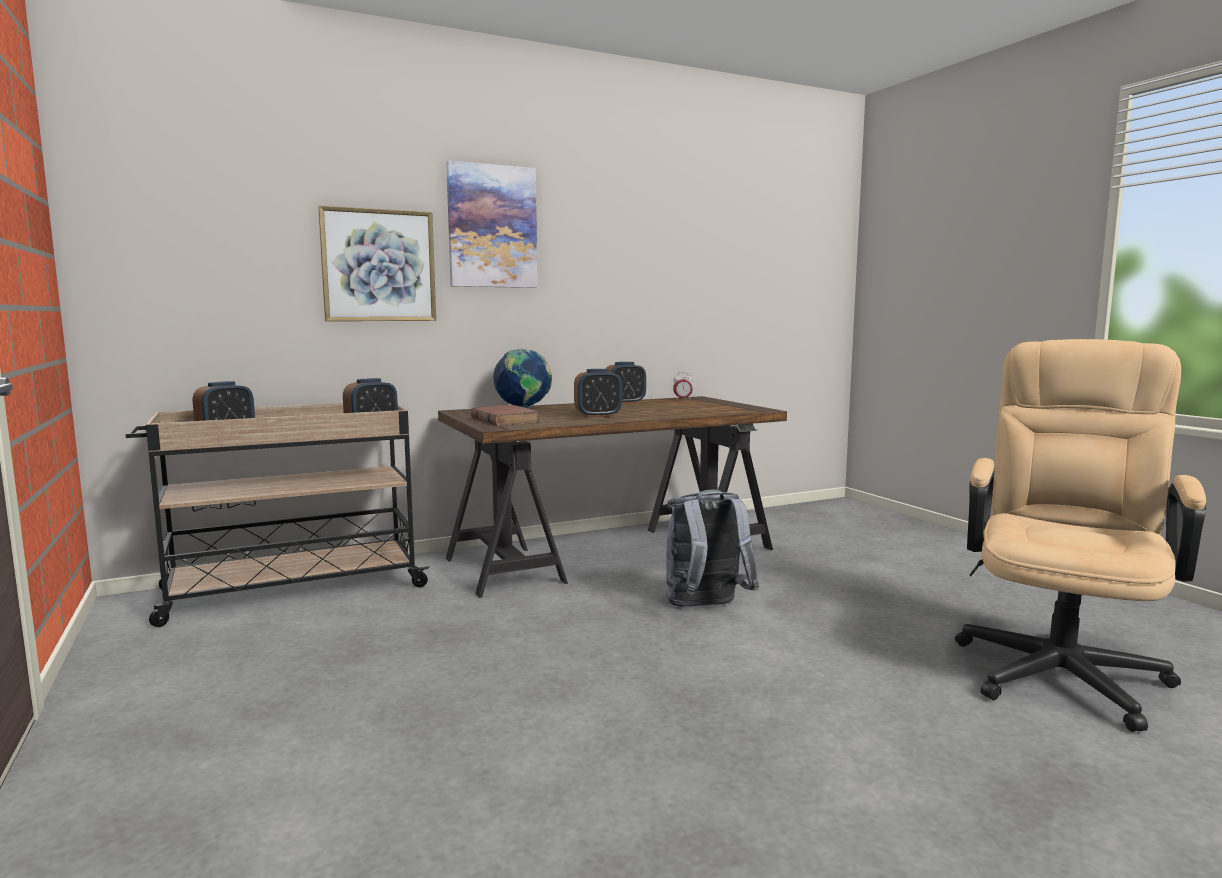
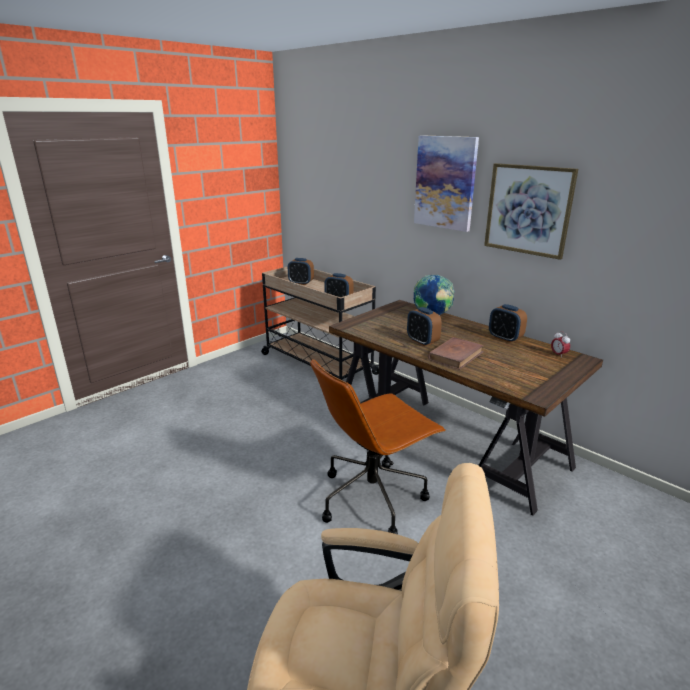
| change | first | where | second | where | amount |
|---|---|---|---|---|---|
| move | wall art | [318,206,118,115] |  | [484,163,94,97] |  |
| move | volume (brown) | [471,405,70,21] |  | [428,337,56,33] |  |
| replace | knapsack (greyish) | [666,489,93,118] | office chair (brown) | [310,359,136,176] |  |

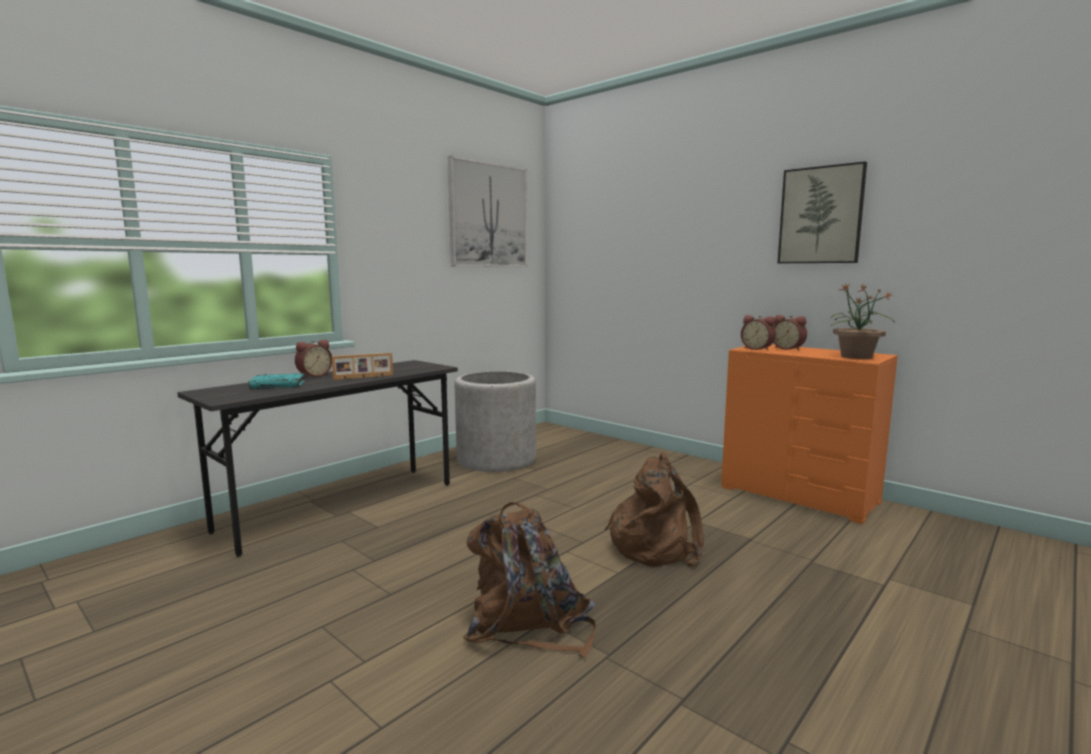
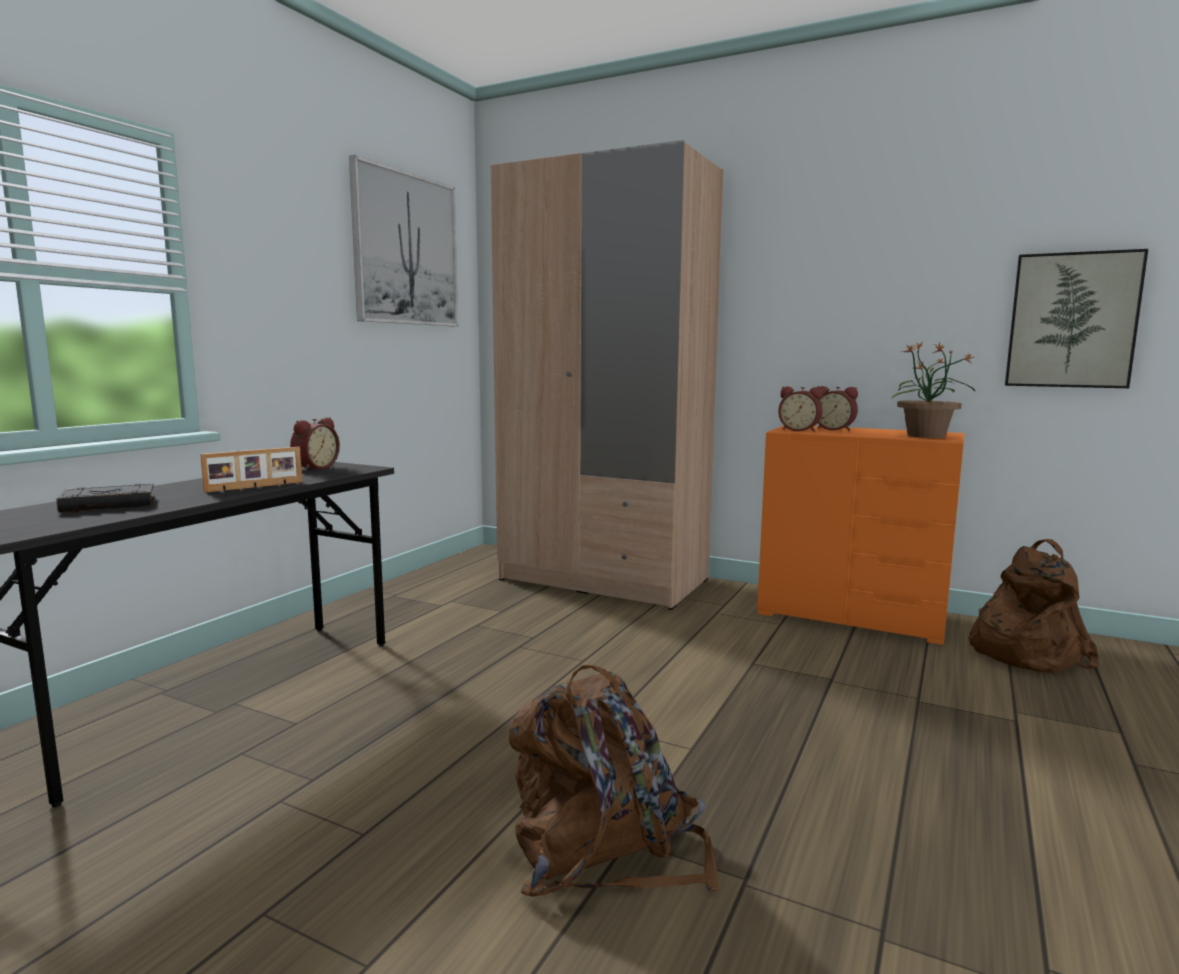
| change | first | where | second | where | amount |
|---|---|---|---|---|---|
| delete | flower pot (greyish) | [455,371,81,101] |  |  |  |
| insert |  |  | clothes cupboard (beige) | [491,140,233,470] |  |
| move | bedside clock | [295,339,37,39] |  | [290,417,50,54] |  |
| move | knapsack (brown) | [604,452,100,115] |  | [968,539,131,135] |  |
| move | wall art | [778,161,89,102] |  | [1005,249,143,139] |  |
| recolor | volume (turquoise-coloured) | [249,373,56,16] | volume (blackish) | [56,483,99,30] |  |

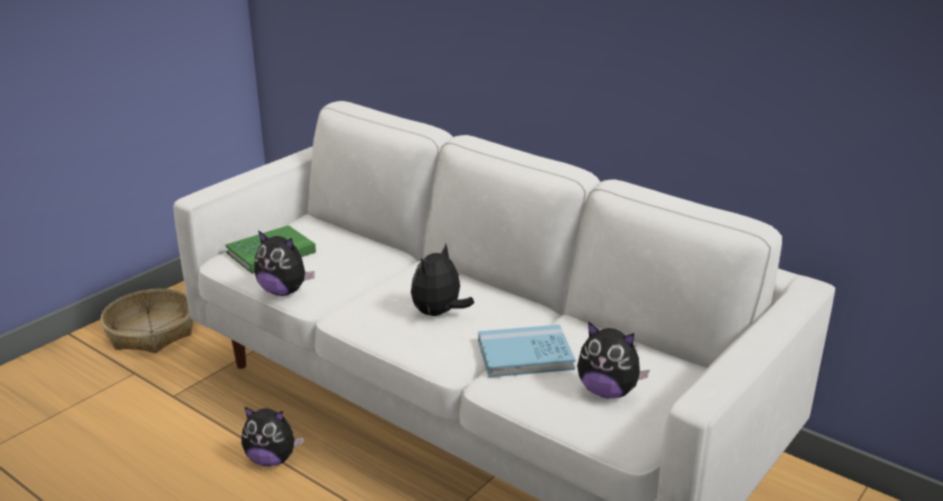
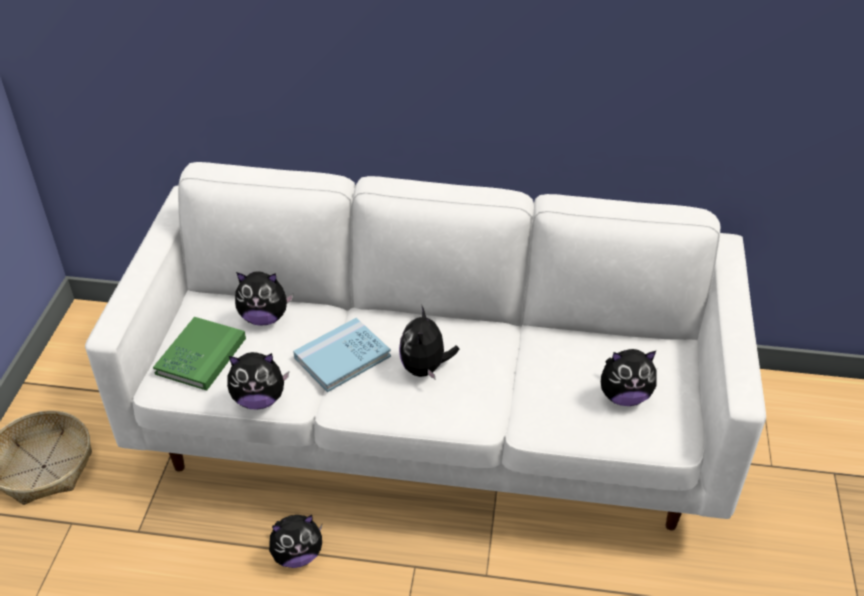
| change | first | where | second | where | amount |
|---|---|---|---|---|---|
| insert |  |  | cuddly toy | [235,271,58,55] |  |
| move | volume (bluish) | [478,325,98,52] |  | [293,318,98,74] |  |

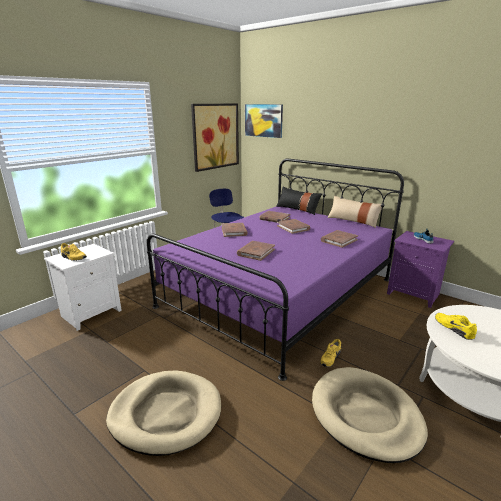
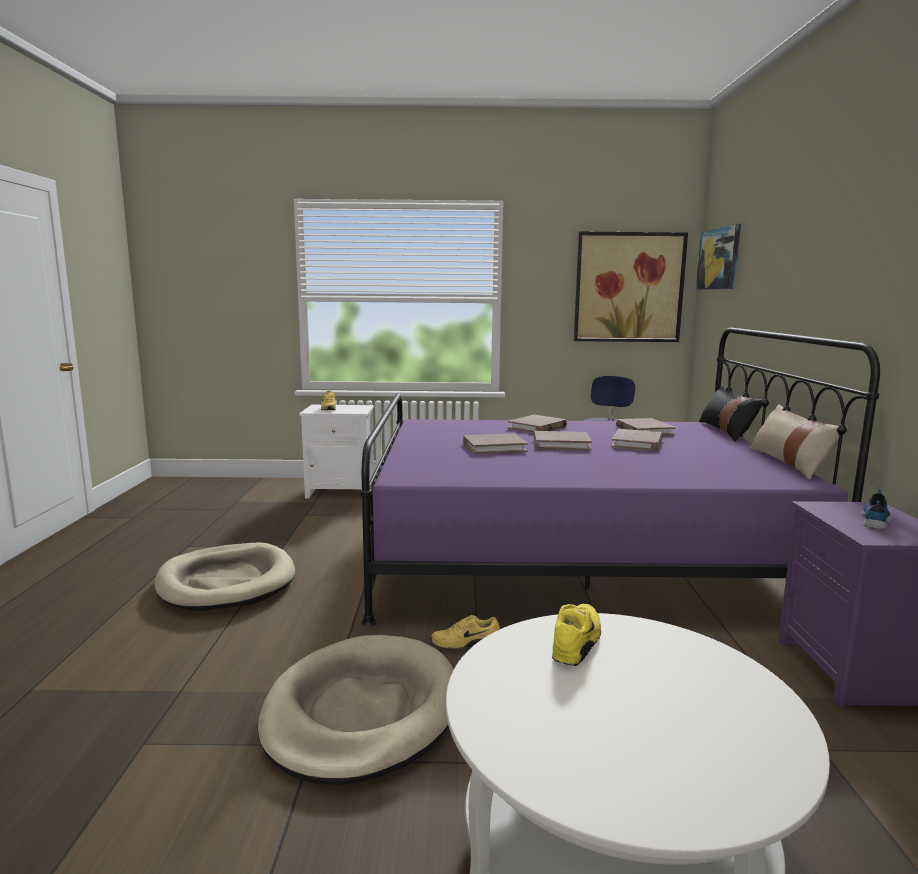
| change | first | where | second | where | amount |
|---|---|---|---|---|---|
| move | volume (brown) | [321,230,37,18] |  | [534,431,58,19] |  |

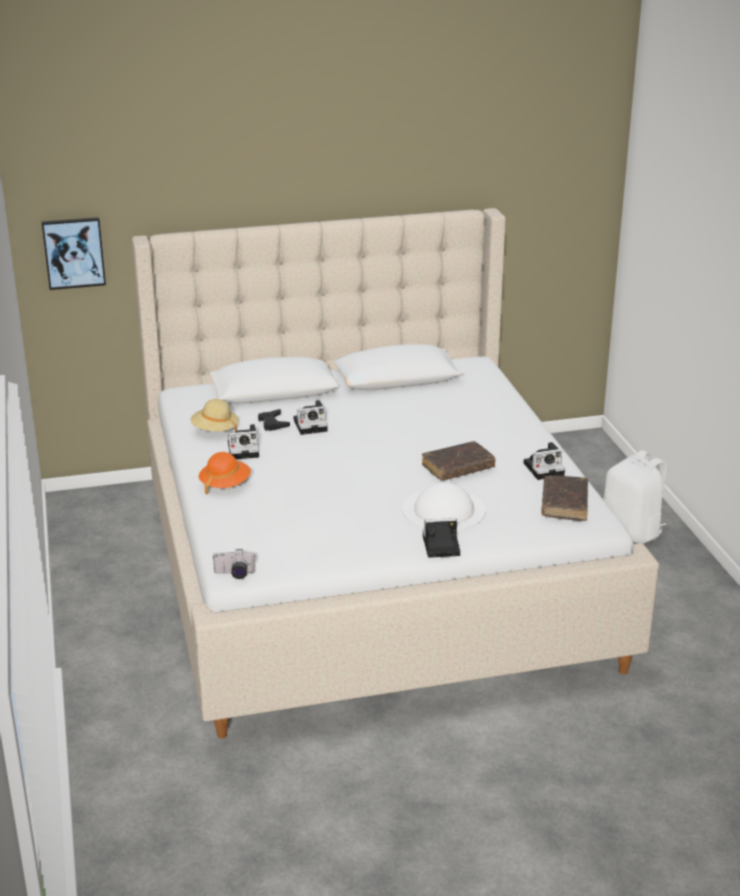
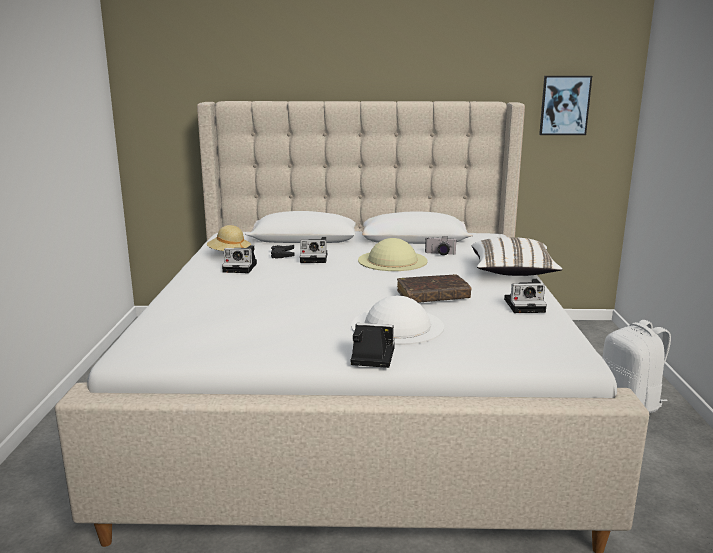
| change | first | where | second | where | amount |
|---|---|---|---|---|---|
| delete | clothing hat (orange) | [199,452,52,43] |  |  |  |
| delete | volume (brown) | [541,475,47,46] |  |  |  |
| insert |  |  | clothing hat (beige) | [358,238,70,33] |  |
| insert |  |  | throw pillow (white-coloured) | [472,237,90,39] |  |
| move | wall art | [42,217,64,73] |  | [539,76,53,59] |  |
| move | still camera | [212,549,44,30] |  | [425,236,32,19] |  |

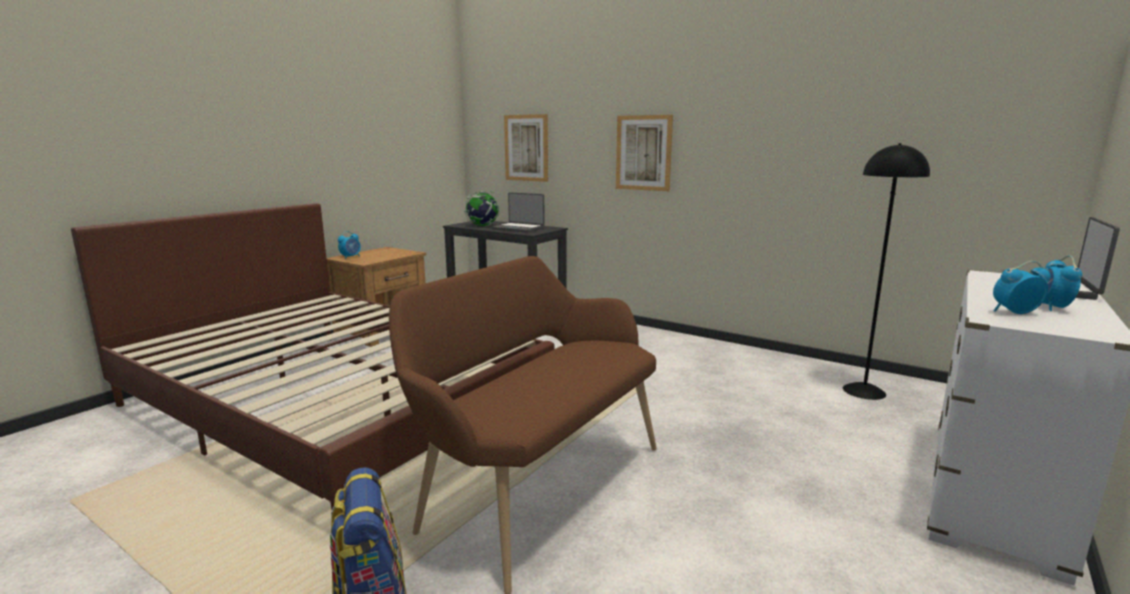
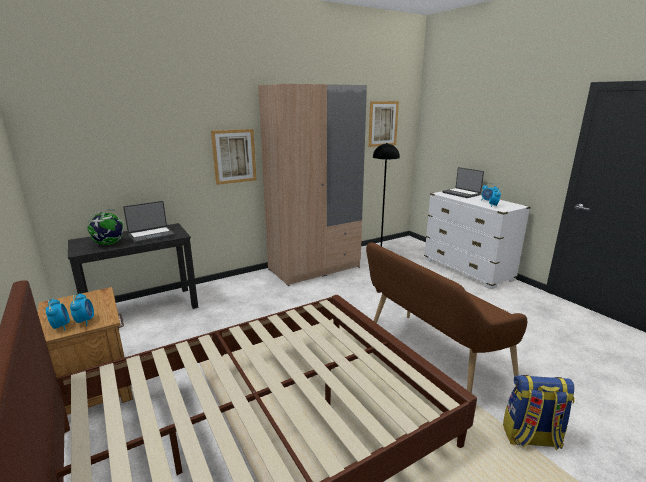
| change | first | where | second | where | amount |
|---|---|---|---|---|---|
| insert |  |  | bedside clock | [70,293,24,33] |  |
| insert |  |  | clothes cupboard (beige) | [258,84,109,202] |  |
| move | wall art | [504,114,44,68] |  | [368,101,31,46] |  |

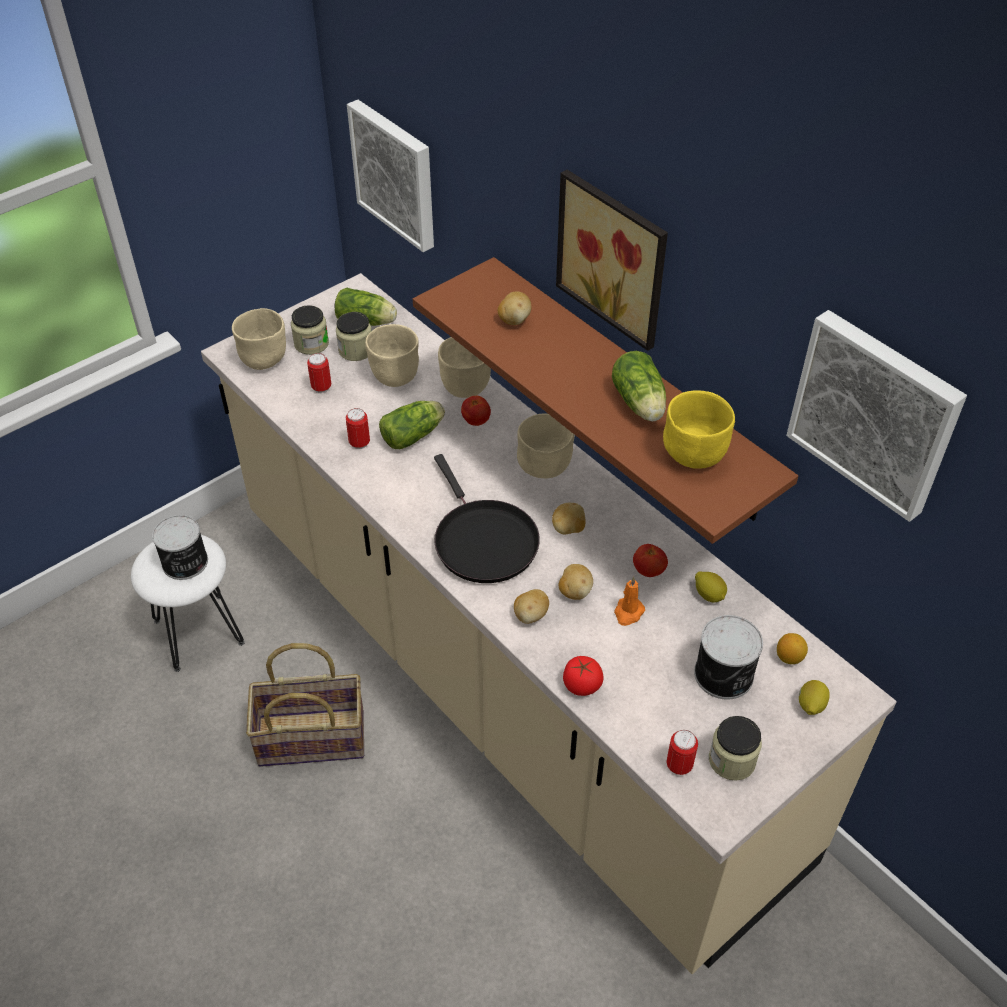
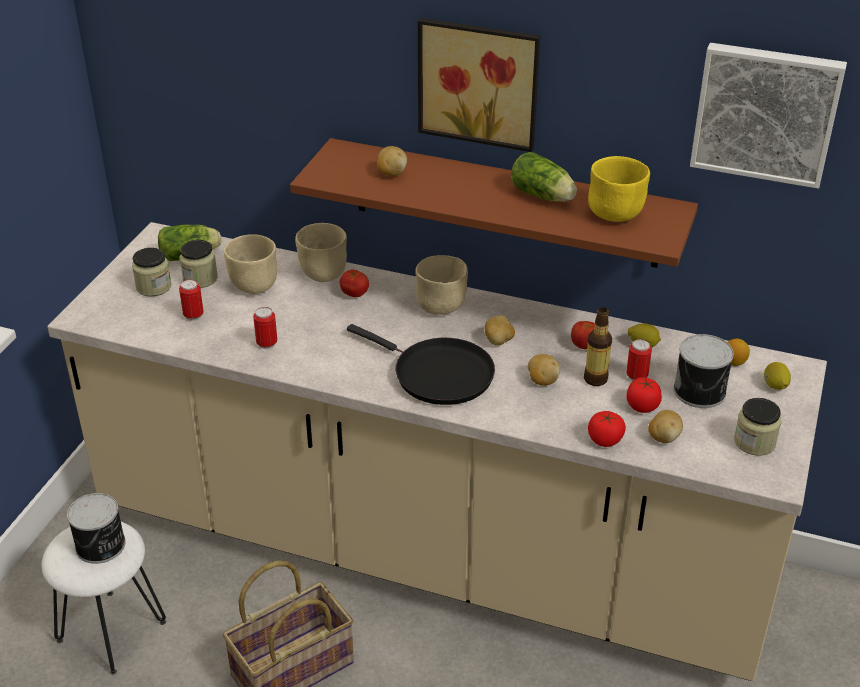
| change | first | where | second | where | amount |
|---|---|---|---|---|---|
| delete | serving bowl (beige) | [232,308,54,62] |  |  |  |
| delete | wall art | [347,100,87,152] |  |  |  |
| delete | head of lettuce | [379,401,66,48] |  |  |  |
| insert |  |  | whole tomato | [626,377,36,36] |  |
| move | potato | [514,589,35,35] |  | [648,410,35,33] |  |
| move | sealed can | [666,730,32,45] |  | [626,339,26,42] |  |
| replace | candle (orange) | [614,576,31,50] | bottle | [584,307,28,79] |  |

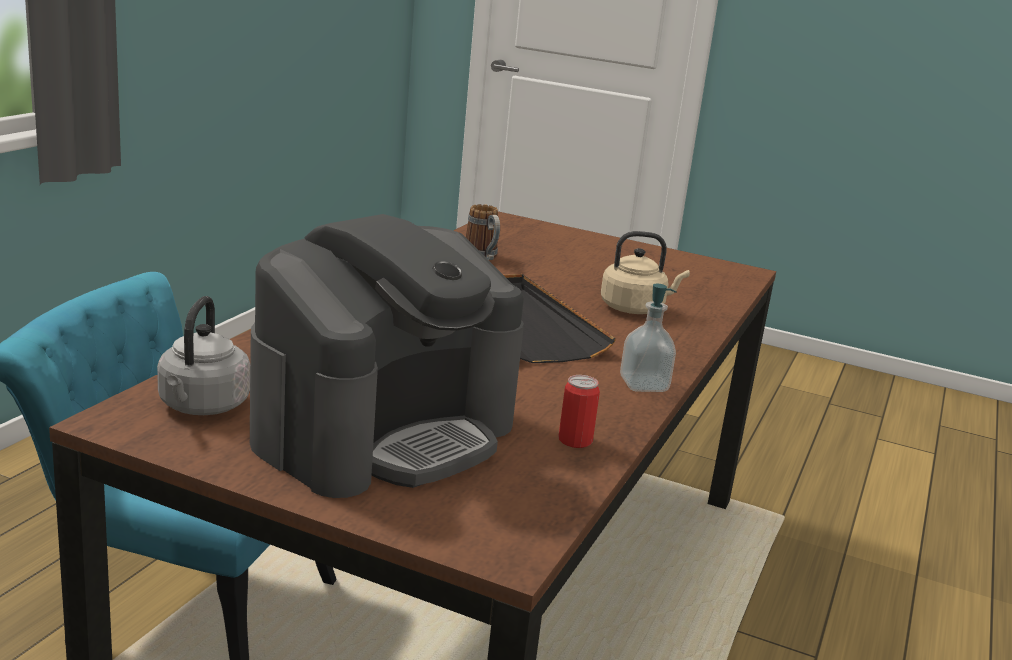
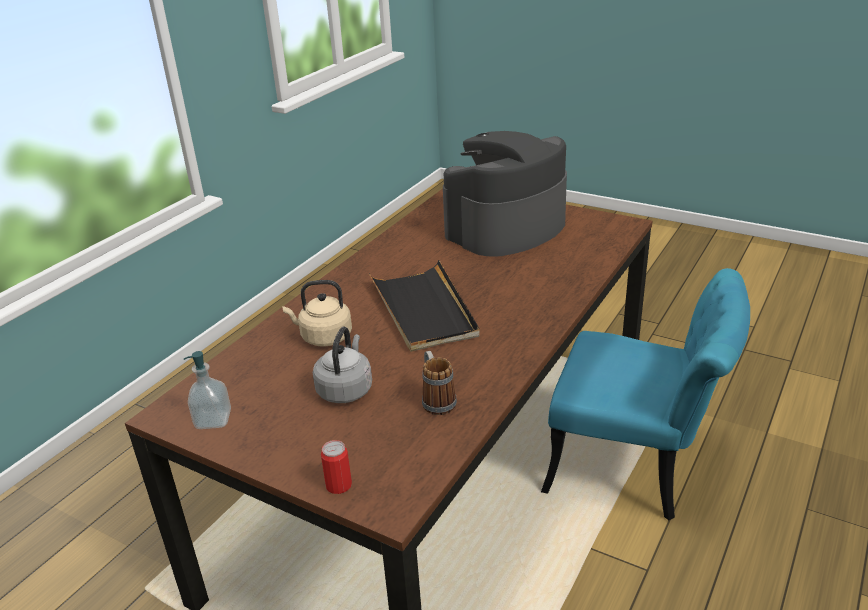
| change | first | where | second | where | amount |
|---|---|---|---|---|---|
| move | tea kettle (greyish) | [157,296,93,119] |  | [313,327,59,76] |  |
| move | sealed can | [558,375,42,73] |  | [321,440,31,54] |  |
| move | liquid soap bottle | [620,284,57,108] |  | [184,351,47,78] |  |

